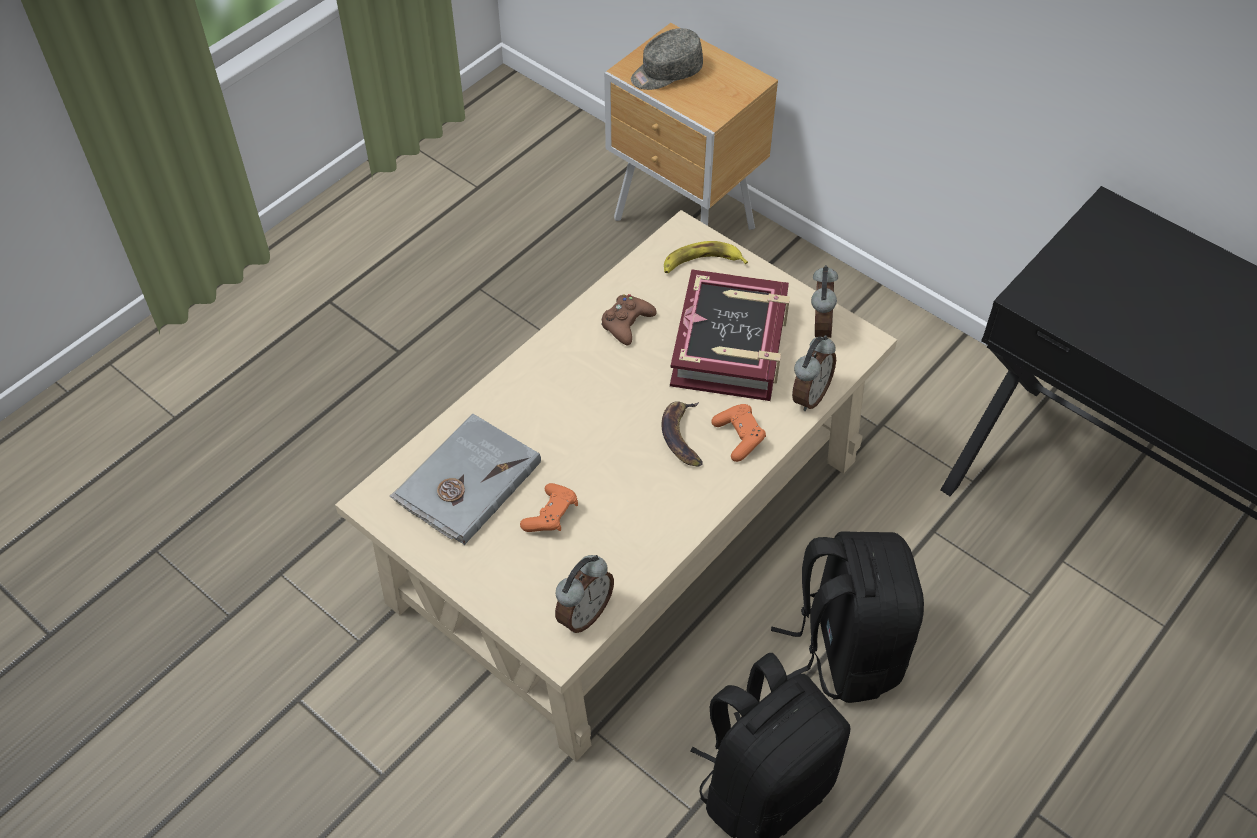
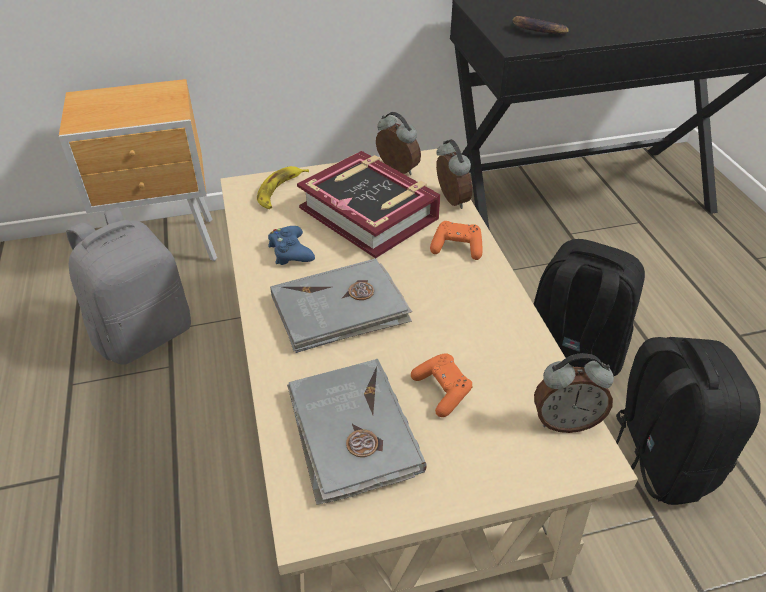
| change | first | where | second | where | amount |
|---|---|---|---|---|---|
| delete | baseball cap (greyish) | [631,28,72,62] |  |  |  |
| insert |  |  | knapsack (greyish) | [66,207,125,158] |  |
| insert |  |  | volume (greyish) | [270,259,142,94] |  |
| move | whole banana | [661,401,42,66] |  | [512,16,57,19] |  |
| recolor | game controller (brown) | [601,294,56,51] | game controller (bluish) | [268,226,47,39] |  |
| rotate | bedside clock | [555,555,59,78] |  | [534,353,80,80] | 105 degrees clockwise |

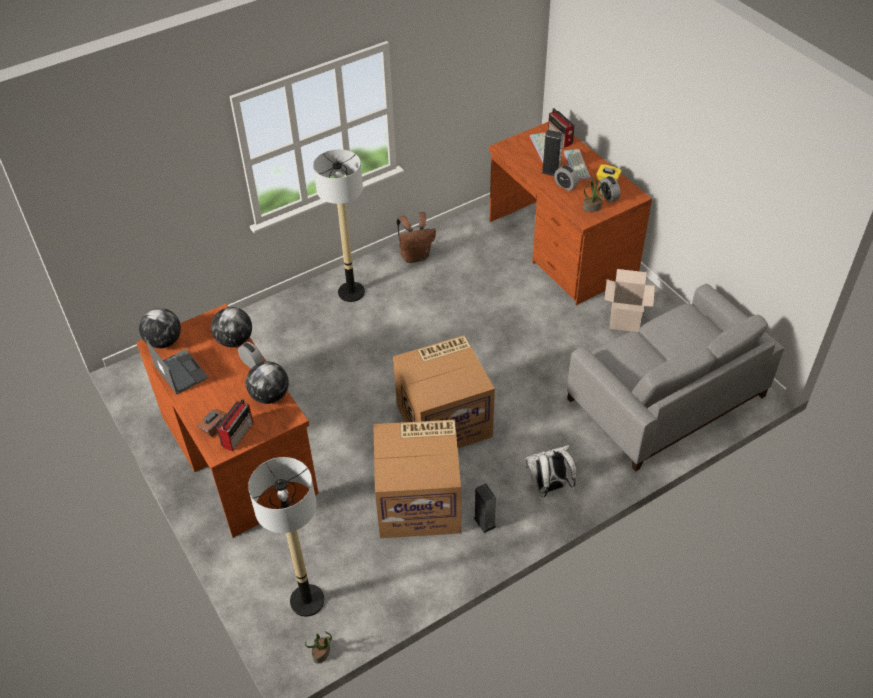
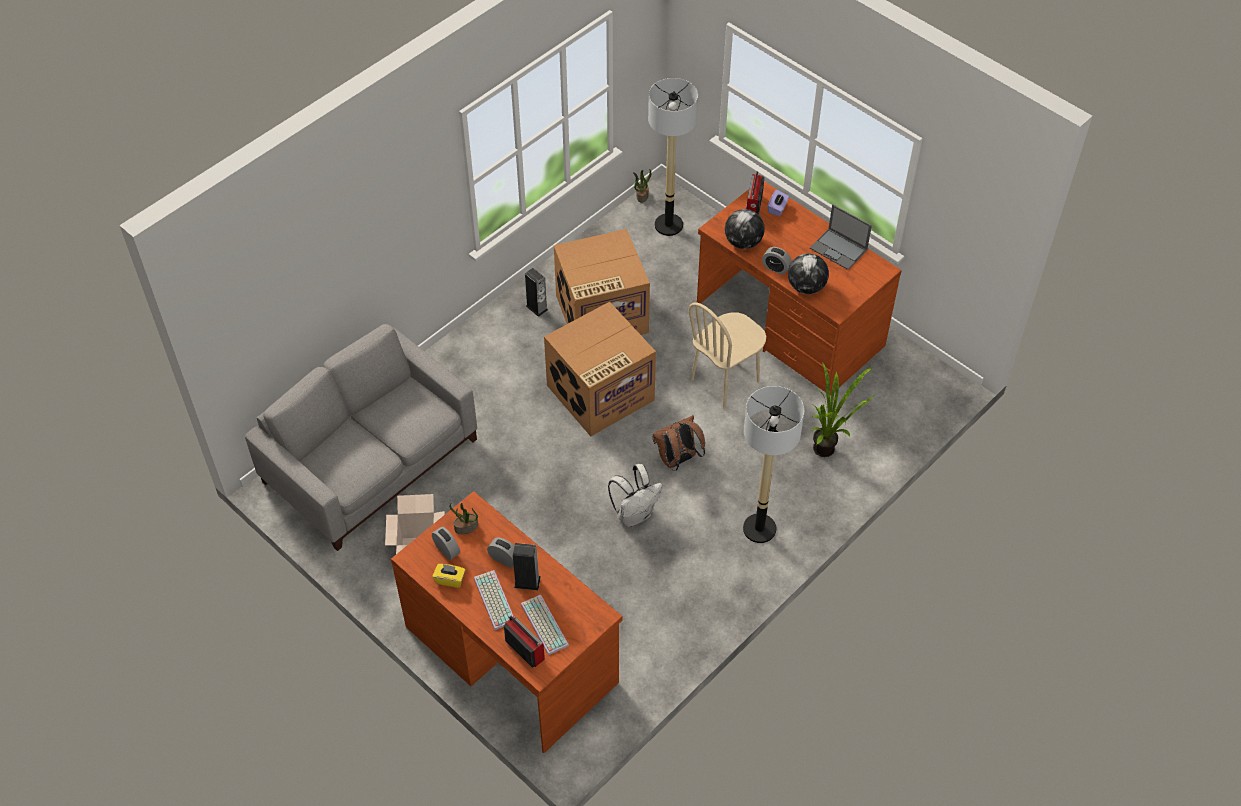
| change | first | where | second | where | amount |
|---|---|---|---|---|---|
| delete | world globe | [139,308,42,40] |  |  |  |
| insert |  |  | plain chair (beige) | [689,302,77,107] |  |
| insert |  |  | potted plant | [811,362,64,95] |  |
| move | knapsack (brown) | [397,212,39,51] |  | [652,415,53,56] |  |
| move | knapsack (white-coloured) | [525,445,51,53] |  | [608,464,55,63] |  |
| recolor | box of tissues (brown) | [197,409,30,28] | box of tissues (purple-coloured) | [767,190,22,26] |  |

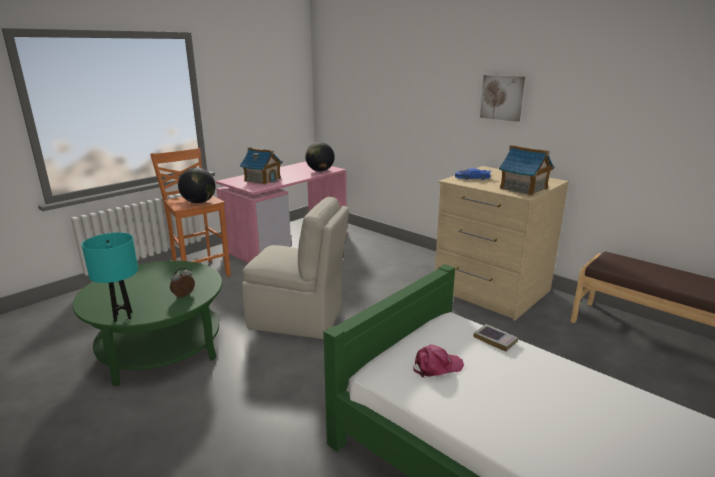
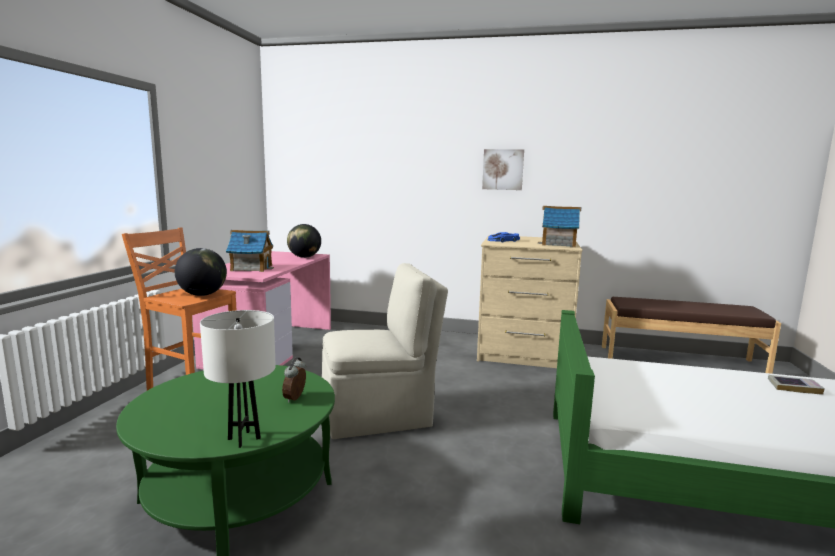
| change | first | where | second | where | amount |
|---|---|---|---|---|---|
| delete | baseball cap (pinkish) | [413,344,51,34] |  |  |  |
| move | volume | [474,324,44,28] |  | [768,375,57,20] |  |
| recolor | lamp for a table (turquoise-coloured) | [82,233,56,89] | lamp for a table (white-coloured) | [200,310,76,138] |  |

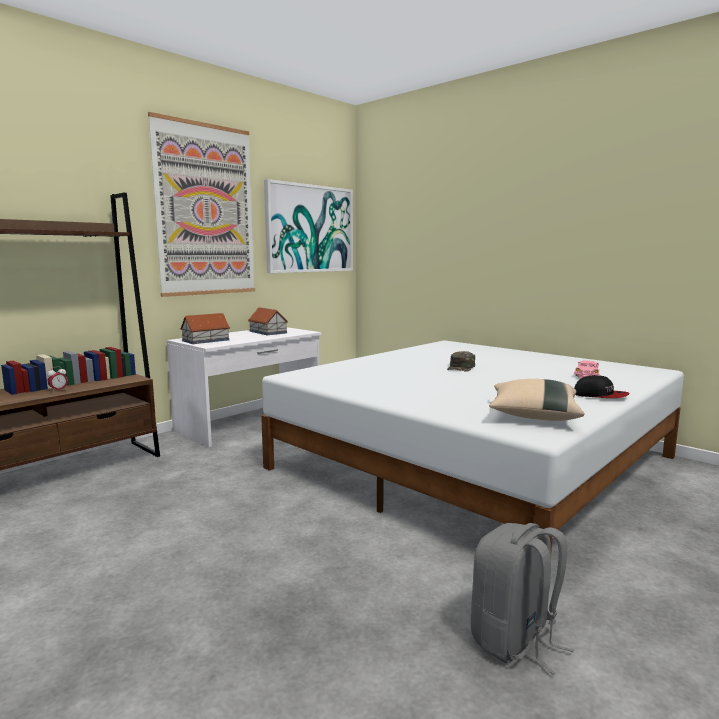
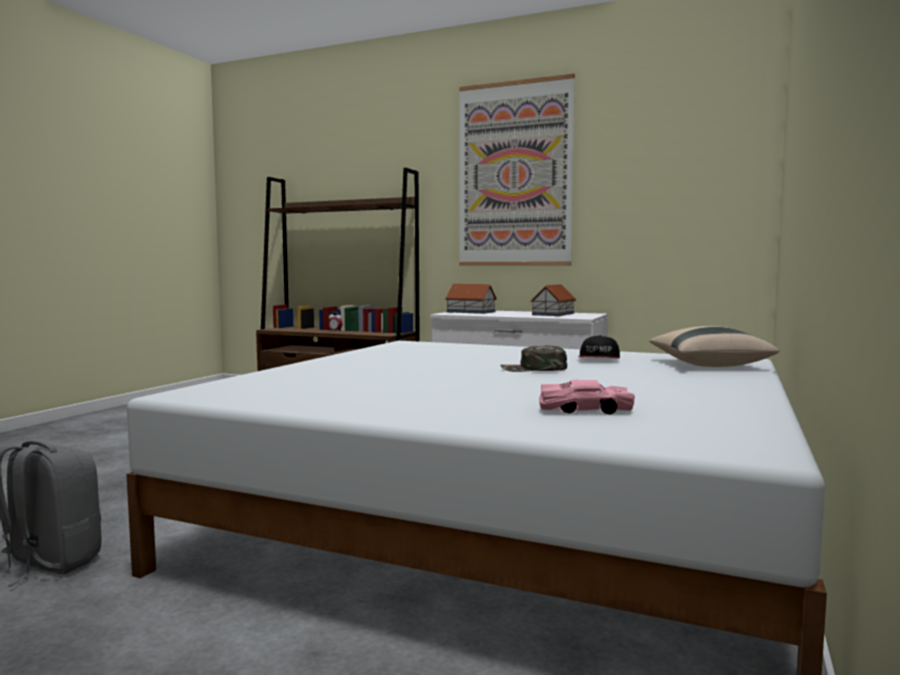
| change | first | where | second | where | amount |
|---|---|---|---|---|---|
| delete | wall art | [264,179,89,94] |  |  |  |
| move | throw pillow (beige) | [489,379,96,42] |  | [649,326,130,41] |  |
| move | baseball cap | [574,375,56,23] |  | [579,335,41,23] |  |

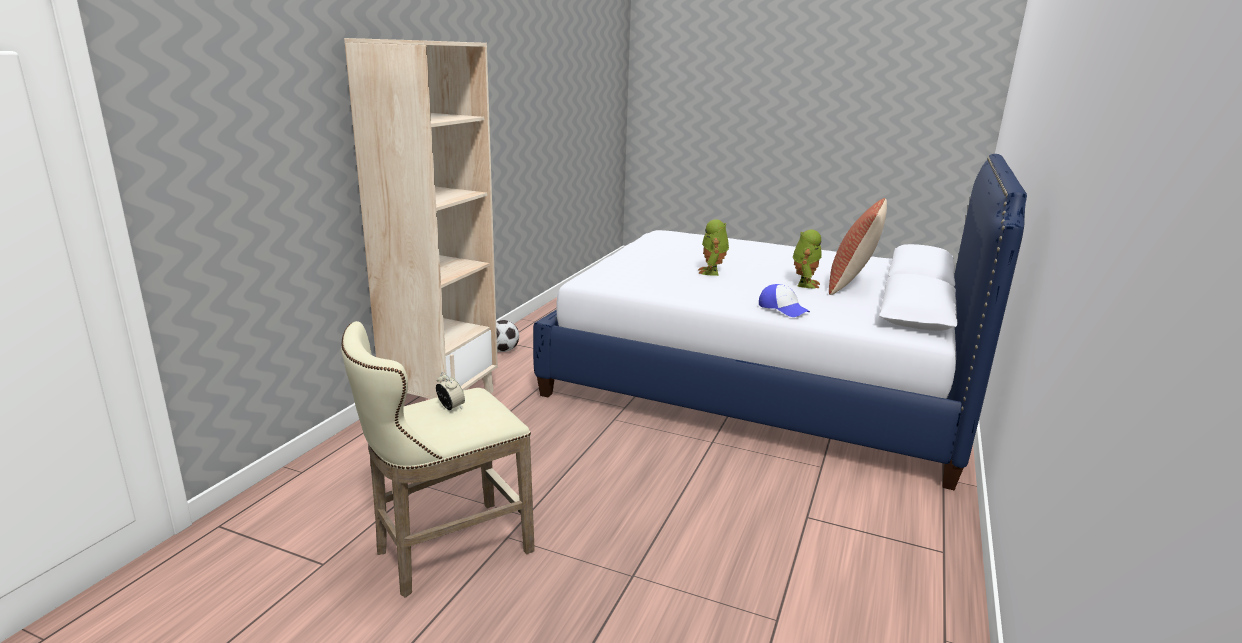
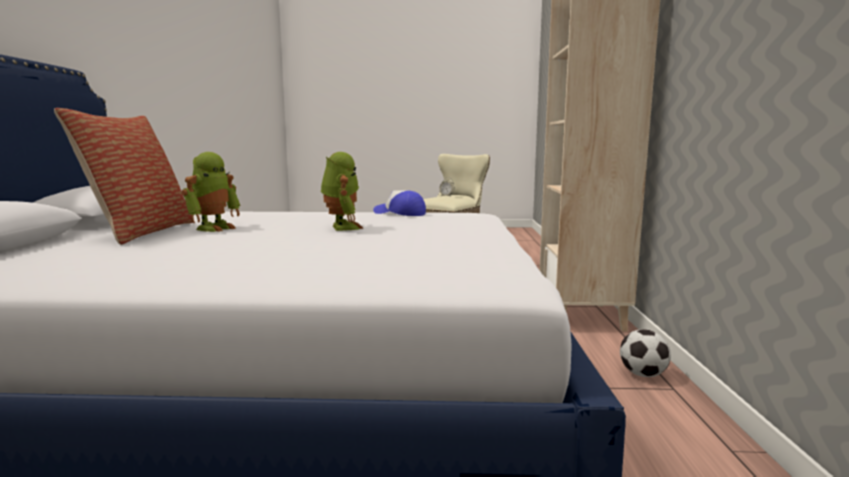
| change | first | where | second | where | amount |
|---|---|---|---|---|---|
| move | baseball cap | [759,284,51,33] |  | [373,190,53,26] |  |
| rotate | model robot | [793,230,29,59] |  | [182,152,58,80] | 150 degrees counterclockwise |

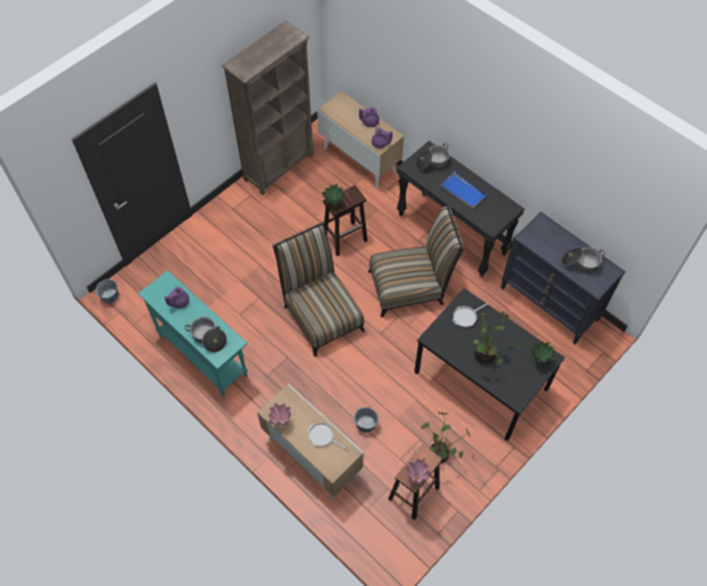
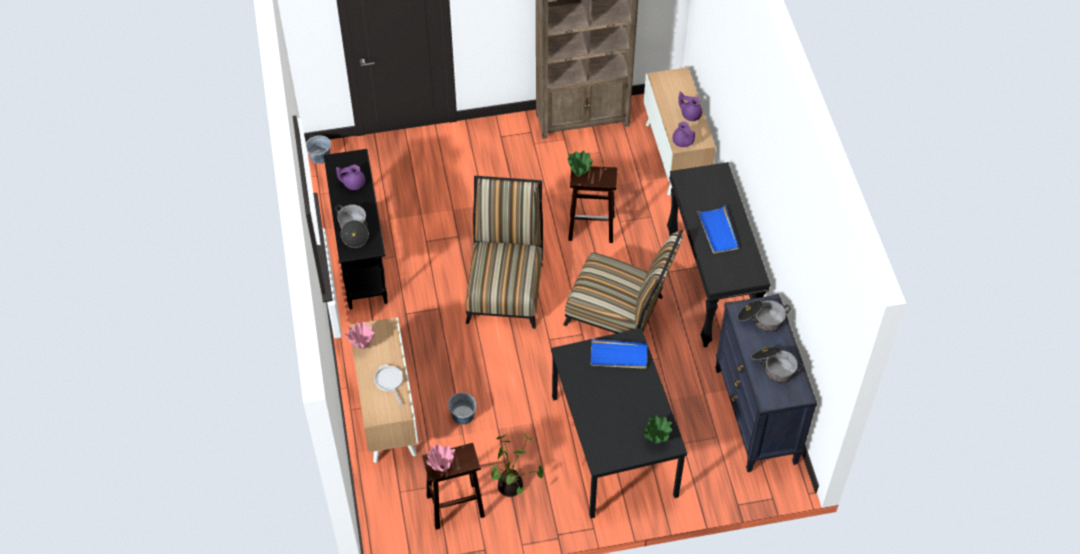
| change | first | where | second | where | amount |
|---|---|---|---|---|---|
| delete | potted plant | [473,312,47,53] |  |  |  |
| move | stockpot | [416,143,34,27] |  | [738,300,53,32] |  |
| replace | frying pan | [453,303,35,24] | serving tray (bluish) | [591,339,56,30] |  |
| recolor | narrow table (turquoise-coloured) | [138,270,110,127] | narrow table (blackish) | [324,149,64,160] |  |

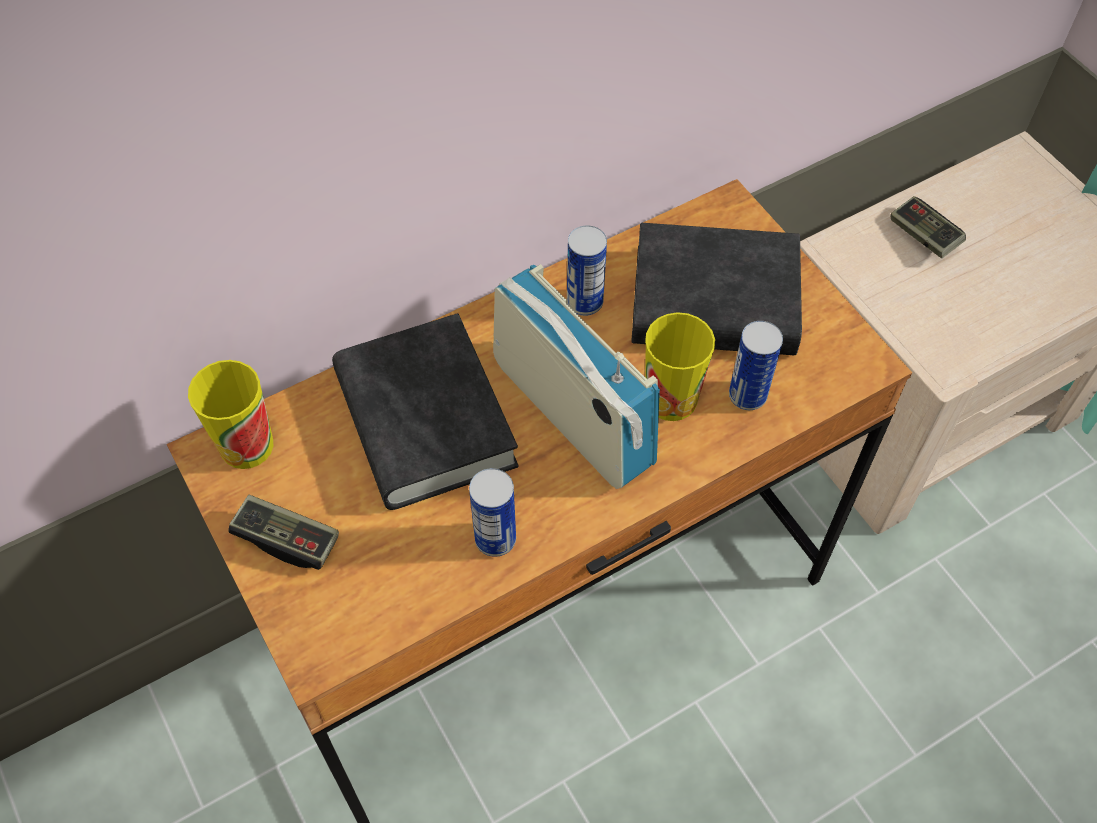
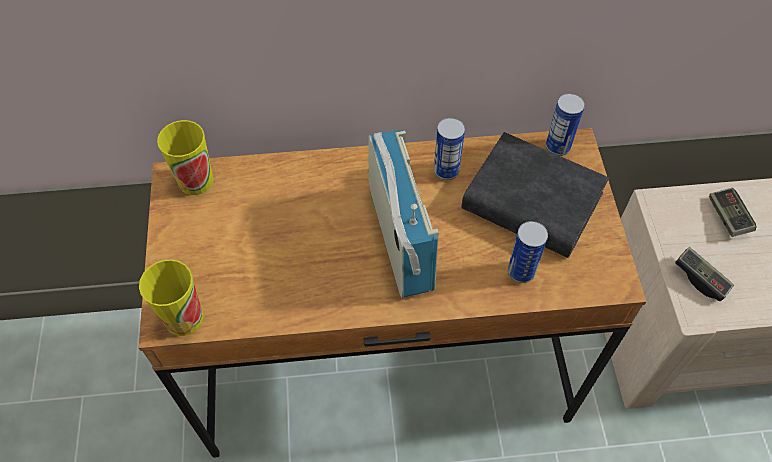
| change | first | where | second | where | amount |
|---|---|---|---|---|---|
| delete | volume (blackish) | [332,313,187,197] |  |  |  |
| move | game controller | [228,495,111,75] |  | [675,247,59,54] |  |
| move | sealed can | [469,468,47,89] |  | [546,93,39,63] |  |
| move | cup | [645,312,70,109] |  | [139,259,64,77] |  |

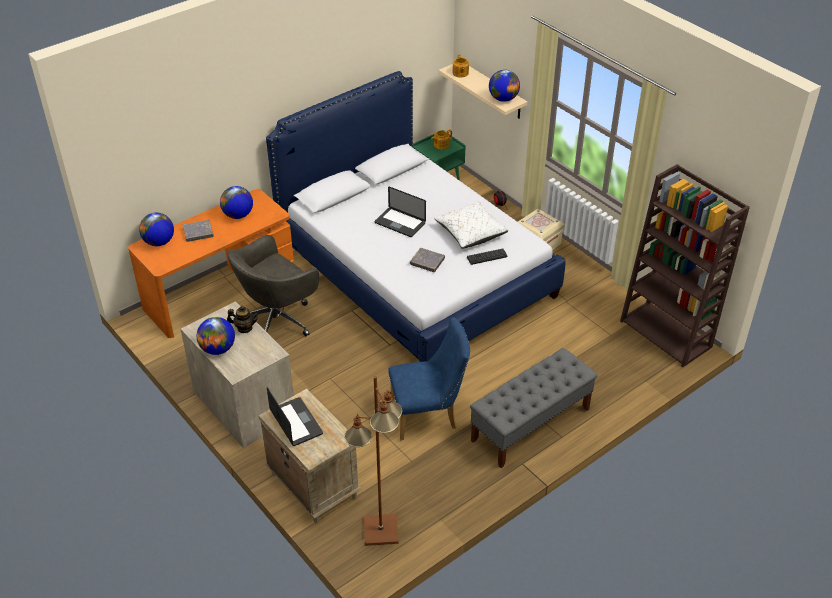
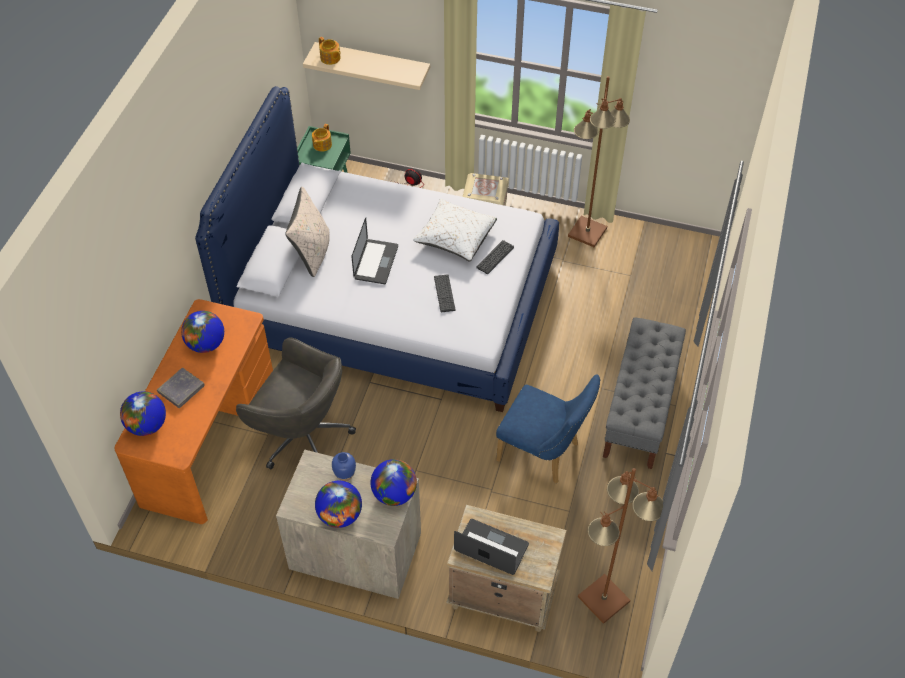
| change | first | where | second | where | amount |
|---|---|---|---|---|---|
| delete | bookshelf (brown) | [620,164,130,203] |  |  |  |
| insert |  |  | throw pillow (beige) | [285,187,45,90] |  |
| insert |  |  | standing lamp (brown) | [568,76,62,171] |  |
| move | world globe | [489,70,31,32] |  | [371,459,46,47] |  |
| replace | teapot | [227,306,32,27] | vase (bluish) | [332,452,24,29] |  |
| replace | volume (greyish) | [410,248,35,24] | keyboard | [434,274,21,38] |  |
| rotate | office chair (greyish) | [228,235,91,101] |  | [236,337,120,133] | 75 degrees counterclockwise |
| rotate | notebook computer | [375,187,51,50] |  | [352,218,46,66] | 75 degrees counterclockwise |
| rotate | plain chair (bluish) | [388,317,82,123] |  | [496,375,104,109] | 75 degrees clockwise |

